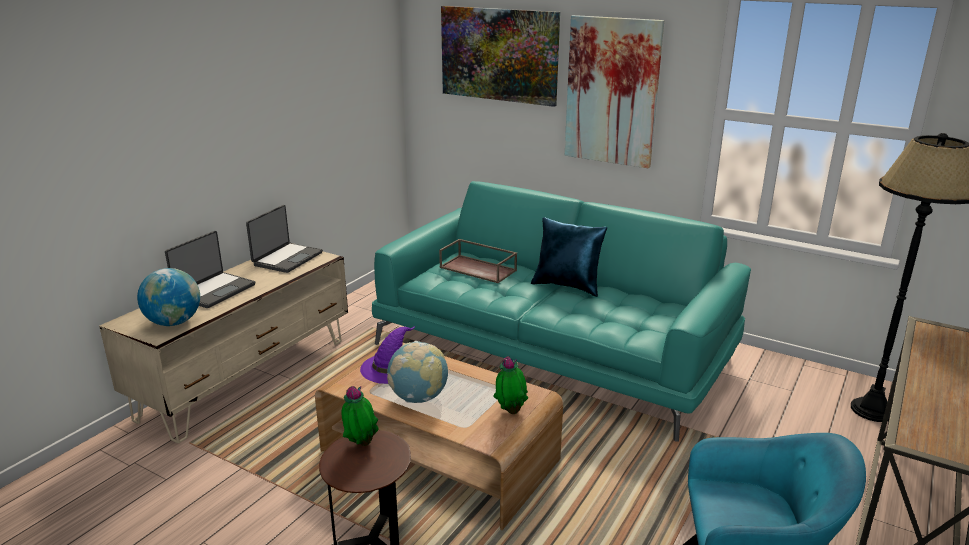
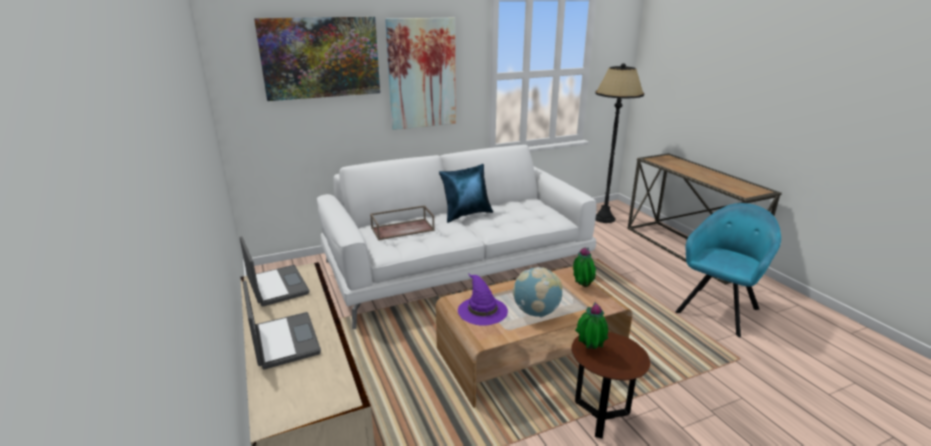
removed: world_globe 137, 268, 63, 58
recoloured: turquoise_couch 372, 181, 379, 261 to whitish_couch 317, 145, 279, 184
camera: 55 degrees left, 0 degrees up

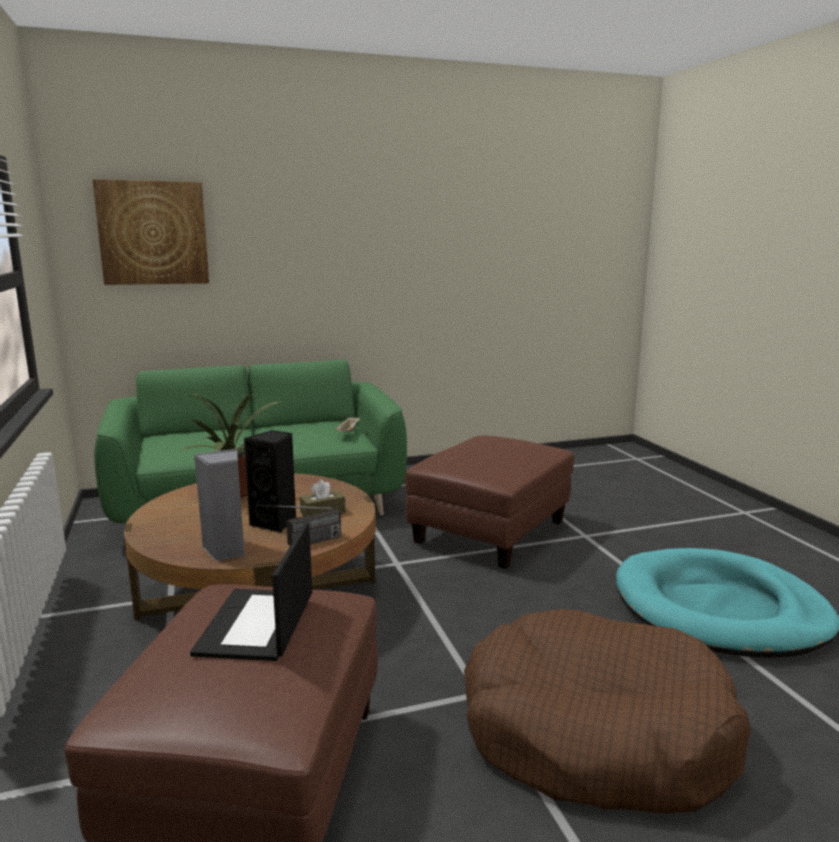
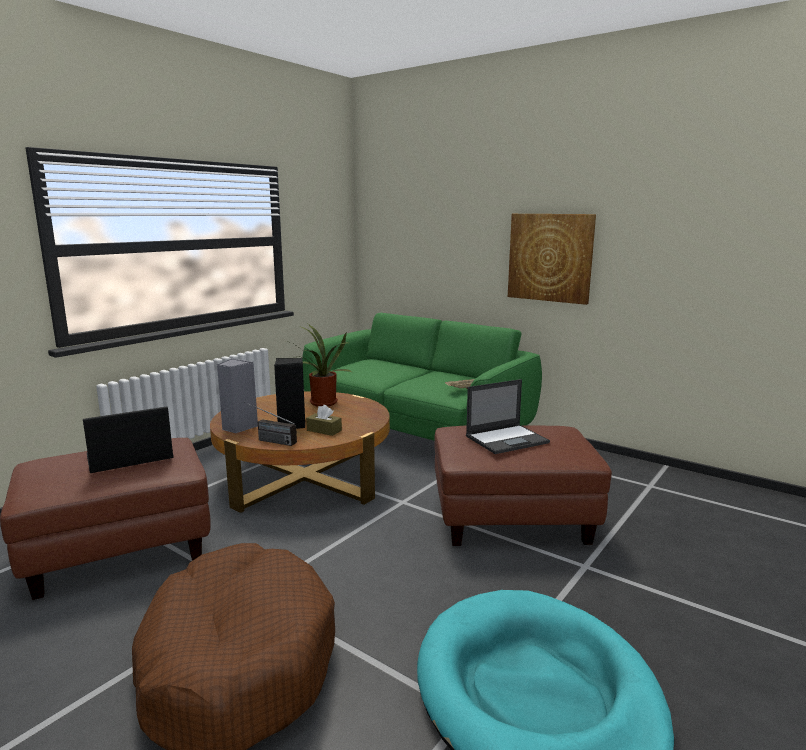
added: laptop 466, 379, 84, 75
moved: wall_art 93, 179, 116, 106 to 508, 214, 88, 91
camera: 55 degrees right, 0 degrees up

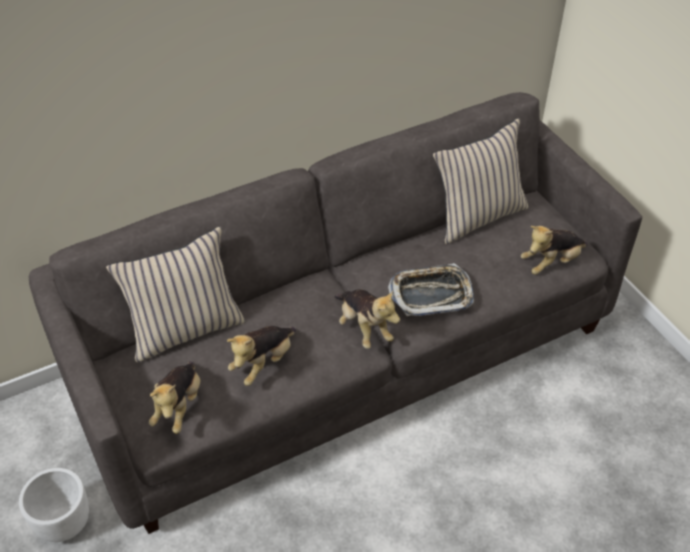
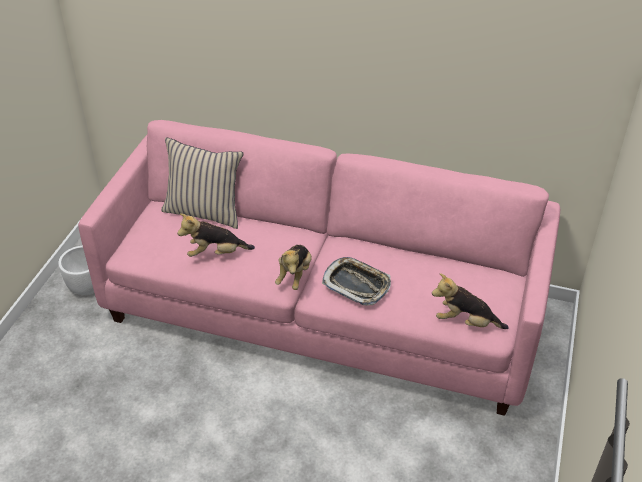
removed: sand-coloured_pillow 433, 118, 96, 126; soft_toy 149, 361, 51, 73
recoloured: gray_couch 29, 92, 613, 442 to pink_couch 78, 120, 482, 296
camera: 45 degrees right, 5 degrees down

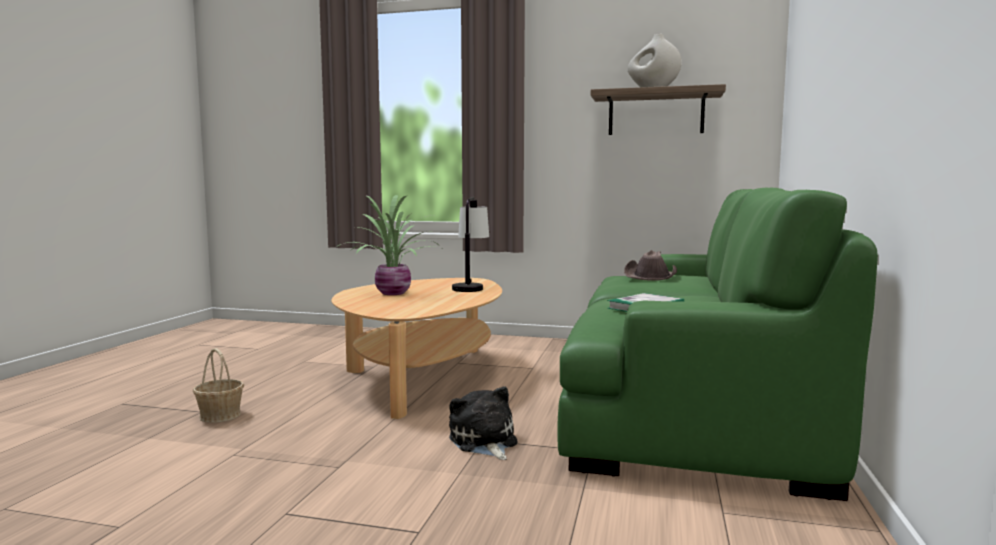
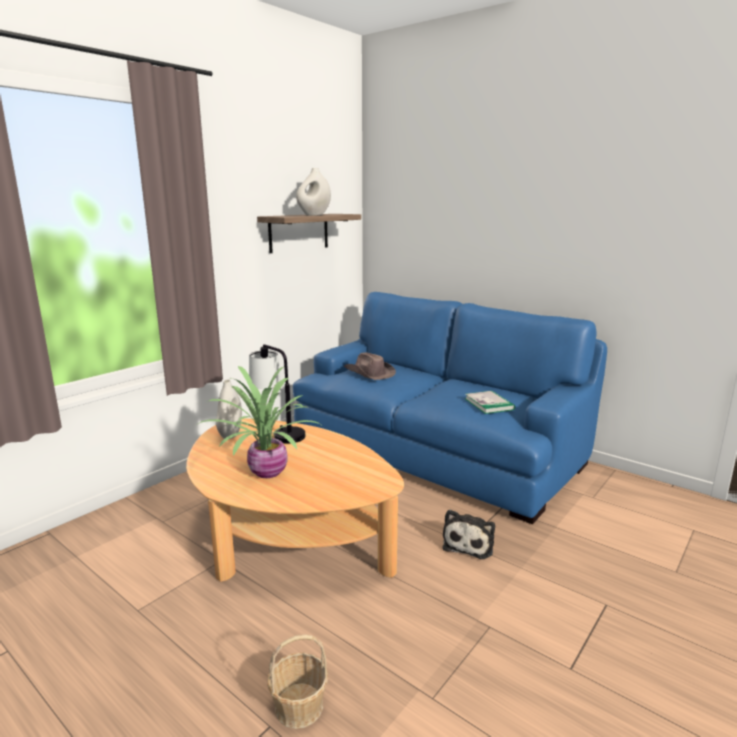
added: whitish_vase 216, 379, 26, 60
recoloured: green-coloured_couch 557, 188, 321, 313 to blue-coloured_couch 293, 292, 314, 232
turned: soft_toy 449, 386, 68, 74 = 442, 510, 53, 49 75 degrees counterclockwise
camera: 65 degrees left, 10 degrees up

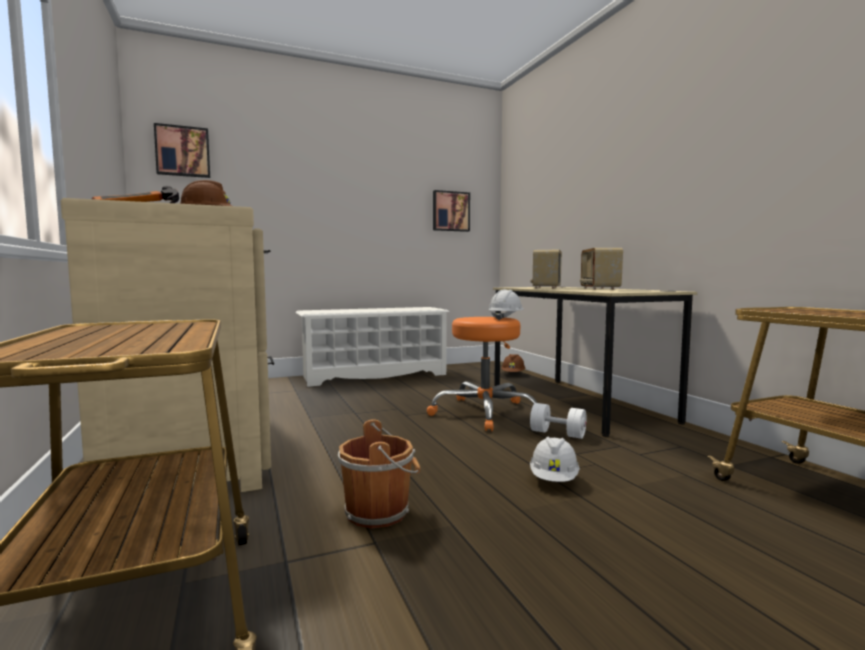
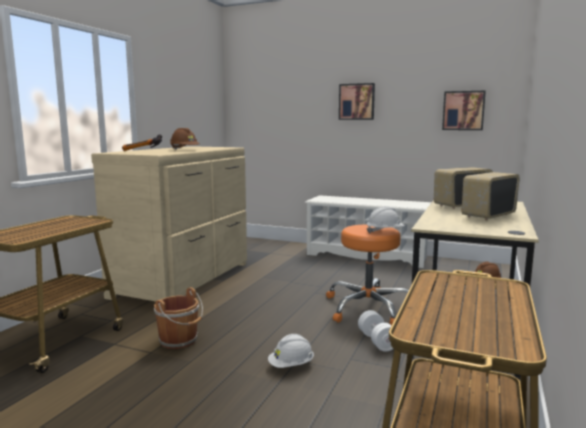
moved: wall_art 154, 123, 56, 55 to 339, 83, 36, 37
camera: 45 degrees right, 5 degrees up

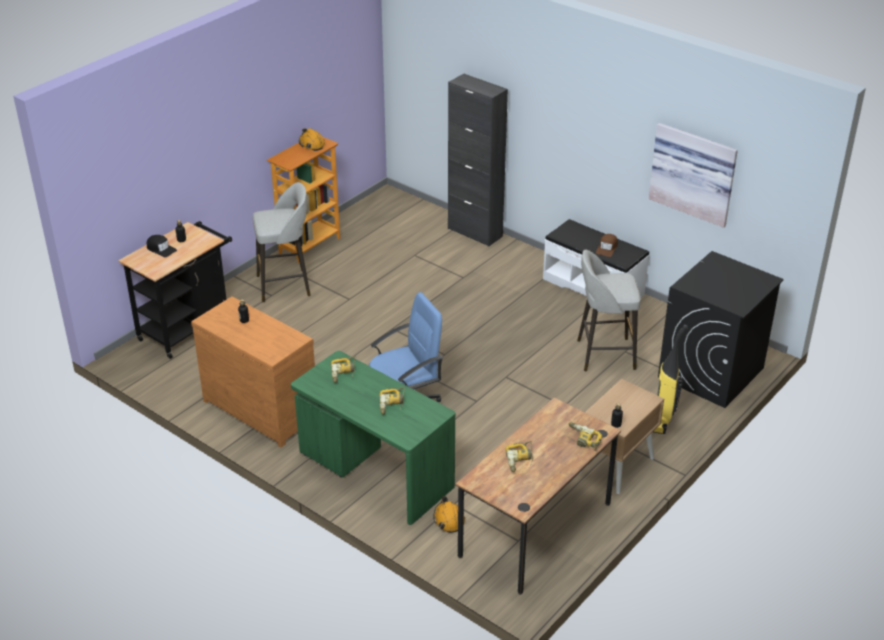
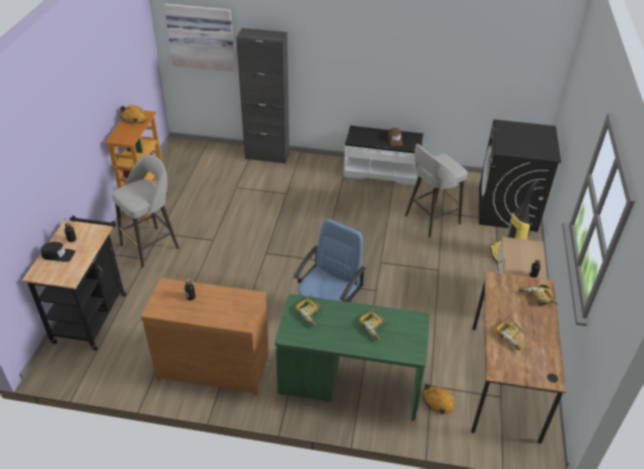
moved: wall_art 649, 123, 89, 105 to 164, 4, 71, 68
camera: 30 degrees left, 5 degrees up

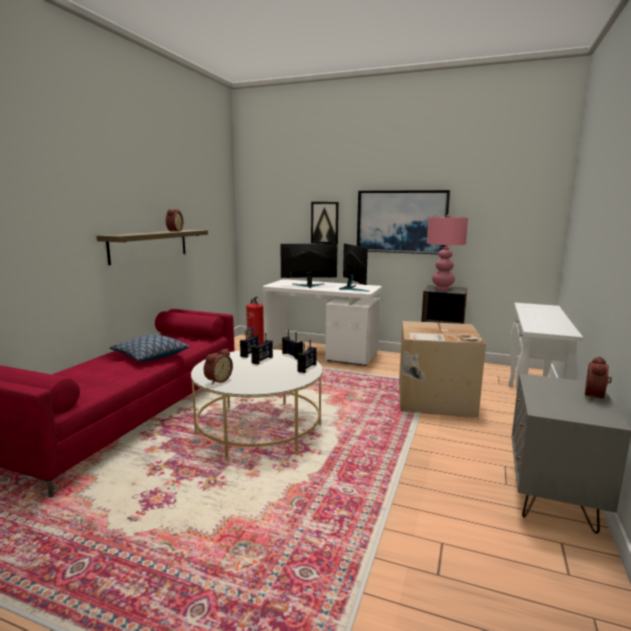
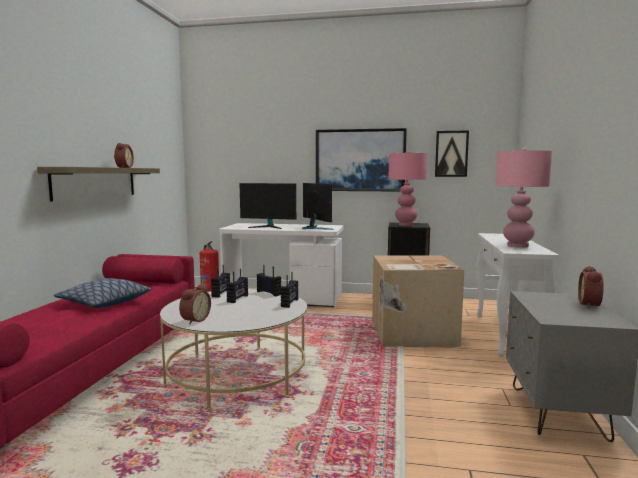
added: pink_tabletop_lamp 495, 148, 57, 100
moved: wall_art 311, 202, 28, 42 to 435, 130, 34, 47
turned: computer_screen 280, 244, 58, 44 = 240, 183, 56, 46 150 degrees counterclockwise
camera: 10 degrees left, 5 degrees down

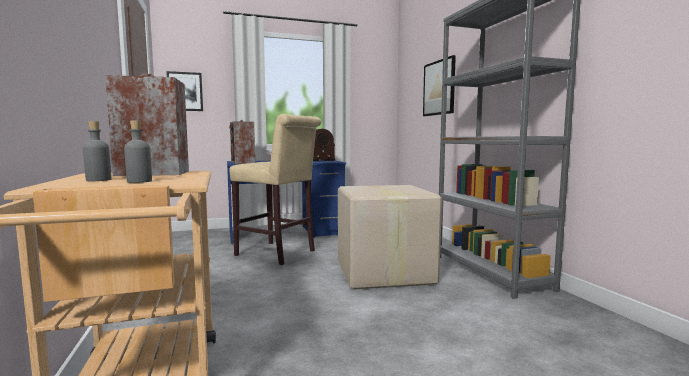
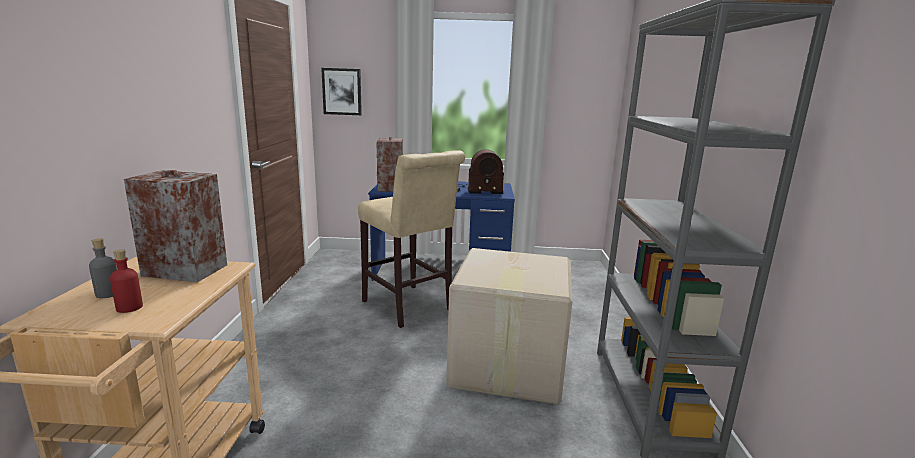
removed: wall_art 423, 55, 33, 61
recoloured: gray_bottle 124, 121, 28, 62 to red_bottle 110, 249, 33, 64
camera: 20 degrees right, 10 degrees up

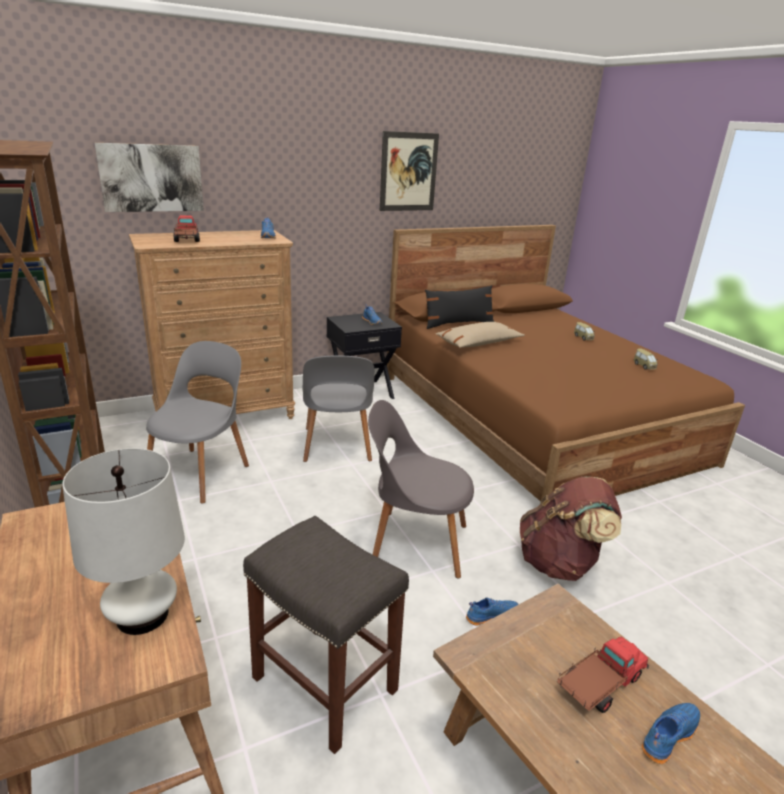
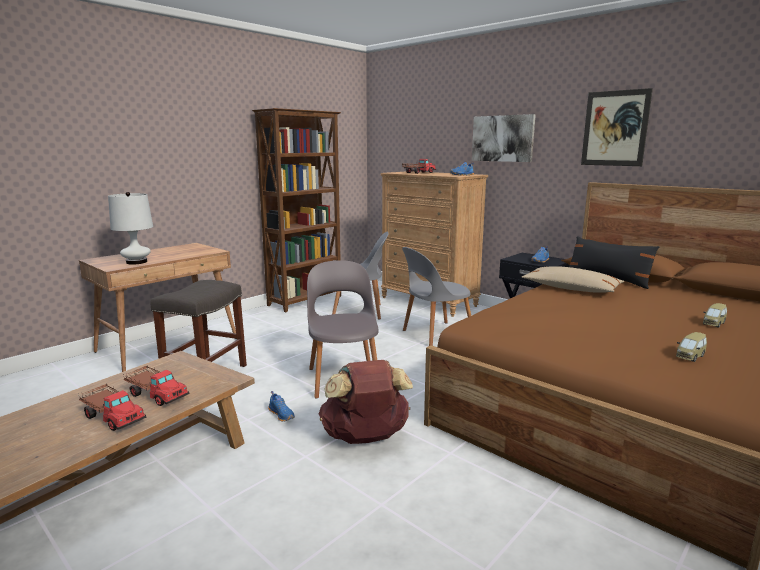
moved: wall_art 95, 143, 109, 69 to 472, 114, 64, 48
replaced: blue-coloured_low_shoe 642, 703, 58, 61 to toy_truck 79, 384, 68, 47
camera: 70 degrees right, 10 degrees down

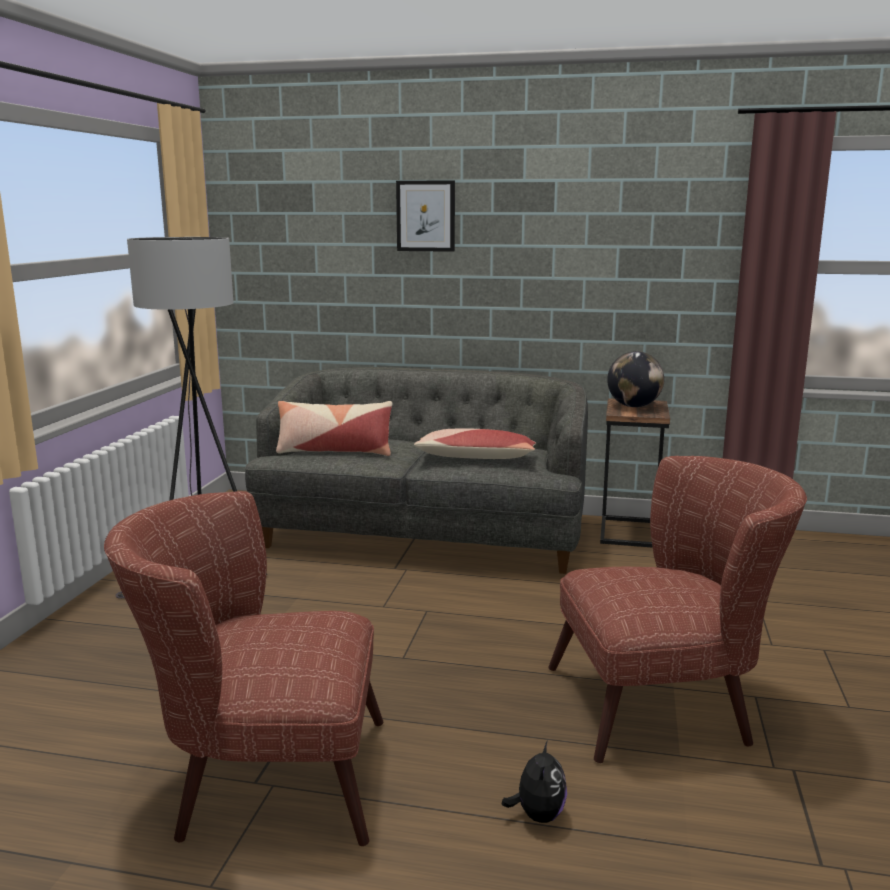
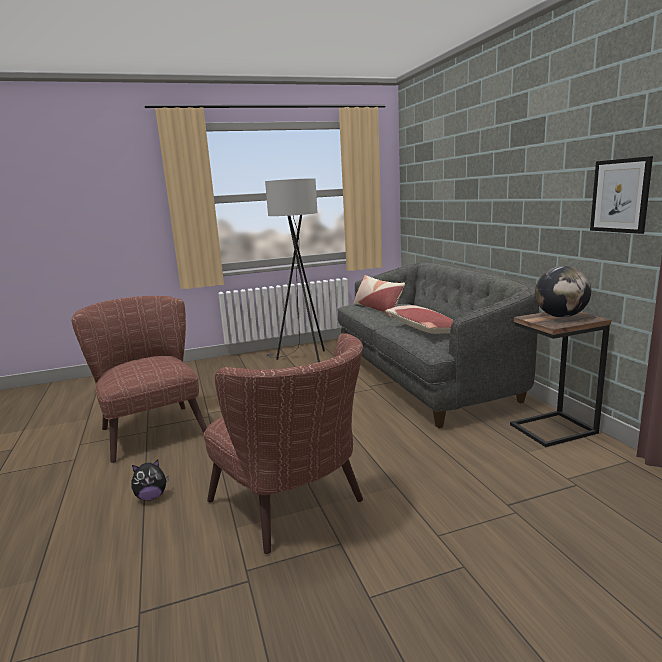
moved: wall_art 396, 180, 59, 72 to 590, 156, 63, 78
camera: 60 degrees right, 0 degrees up

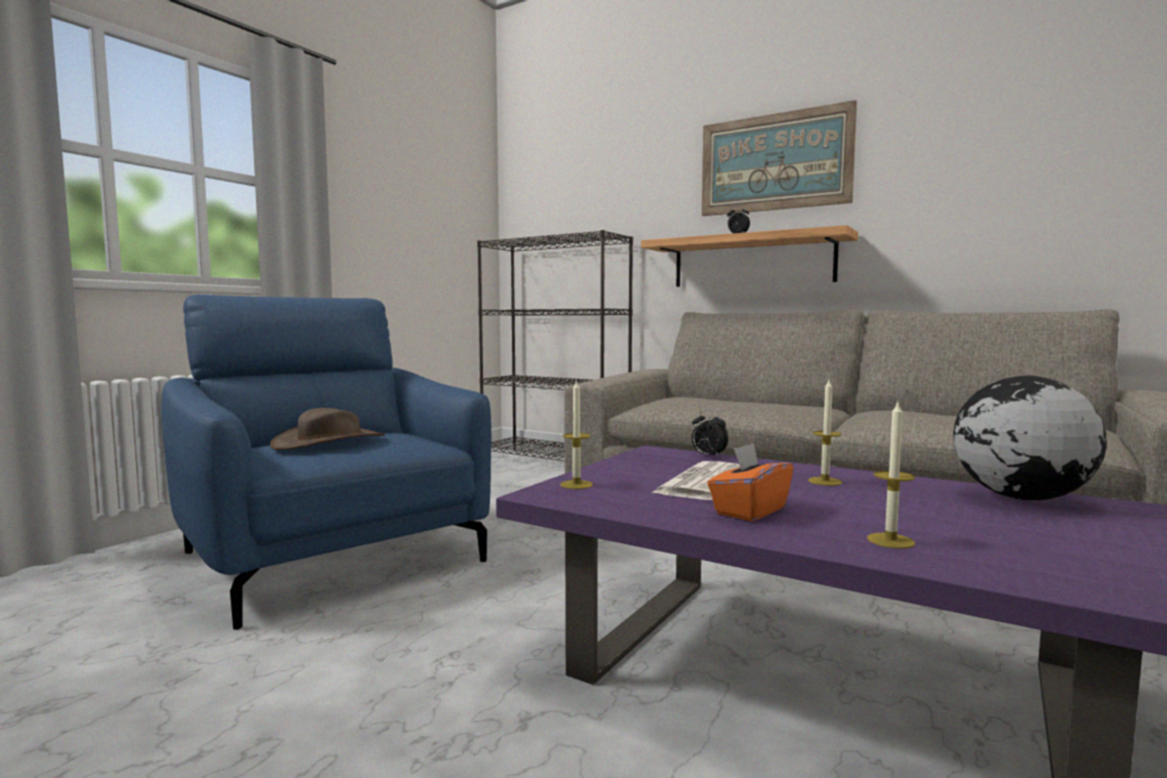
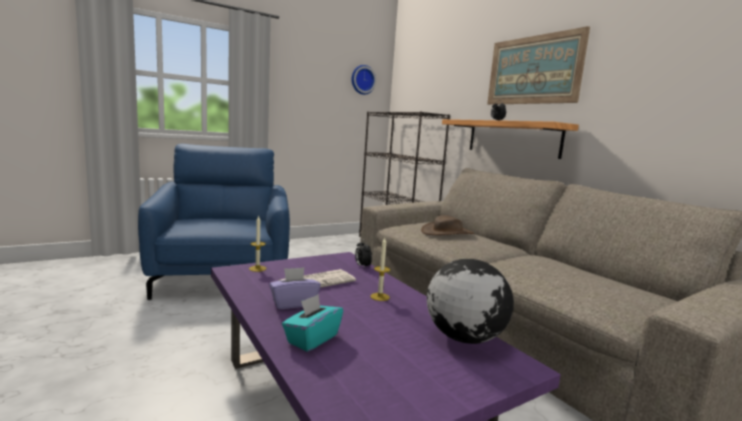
added: clock_on_the_wall 352, 65, 24, 30
moved: brownish_hat 270, 408, 115, 42 to 421, 215, 53, 20
replaced: wax_candle 867, 402, 48, 147 to turquoise_tissue_box 282, 294, 61, 58
recoloured: orange_tissue_box 707, 443, 86, 78 to purplish_tissue_box 269, 267, 52, 42
camera: 25 degrees right, 5 degrees up

